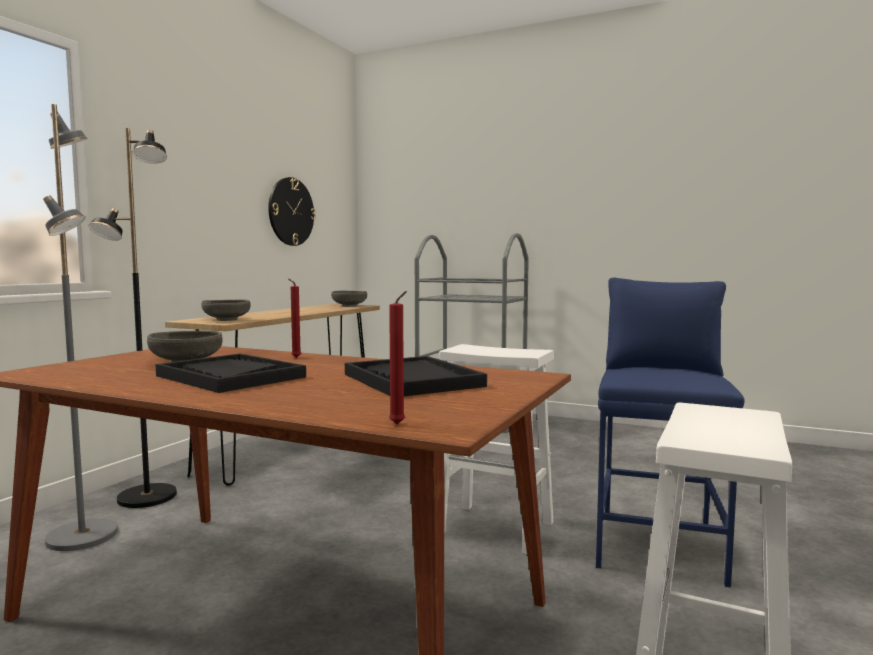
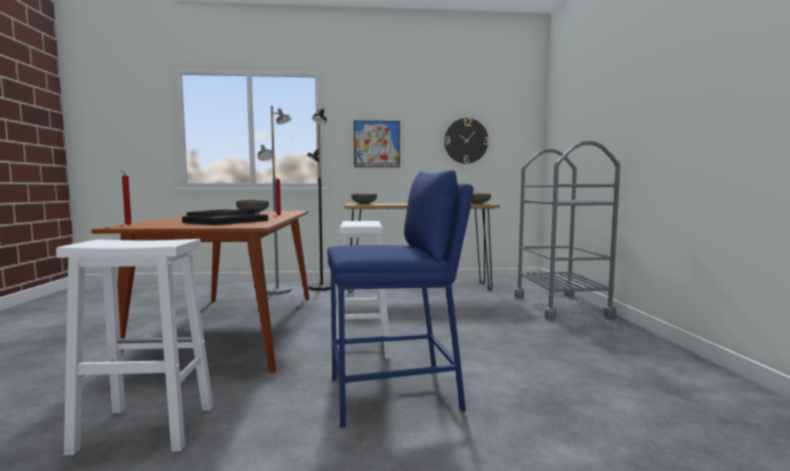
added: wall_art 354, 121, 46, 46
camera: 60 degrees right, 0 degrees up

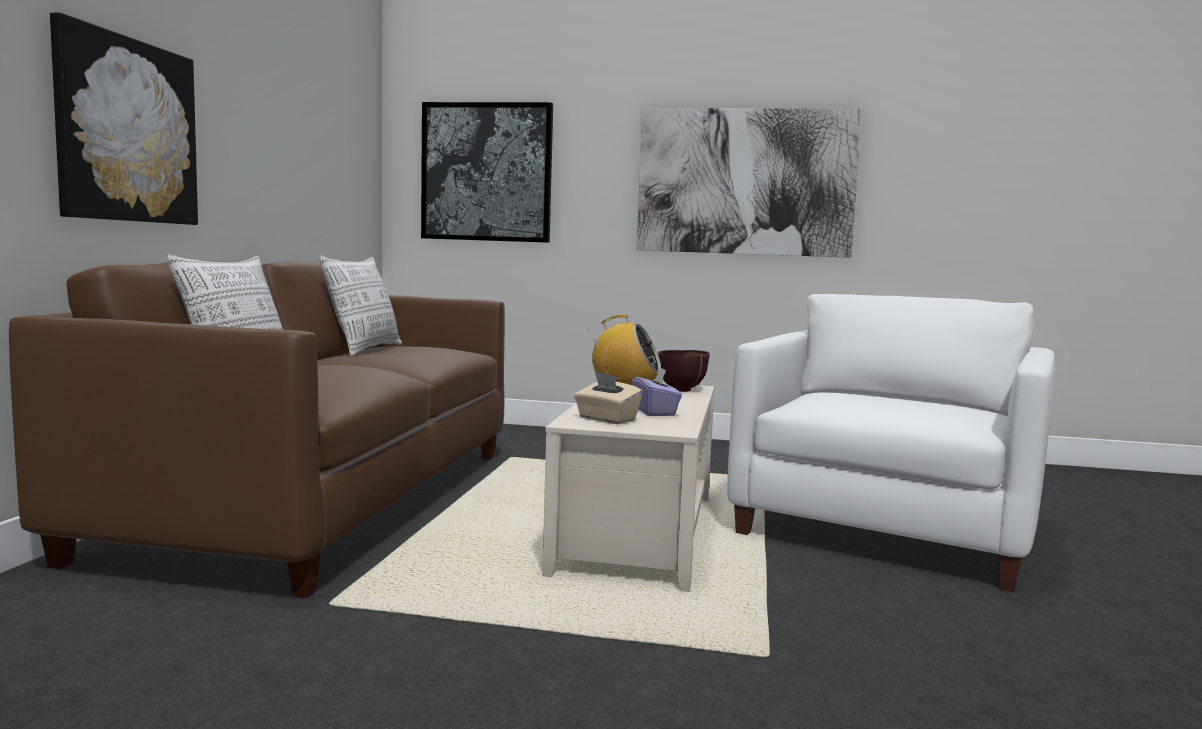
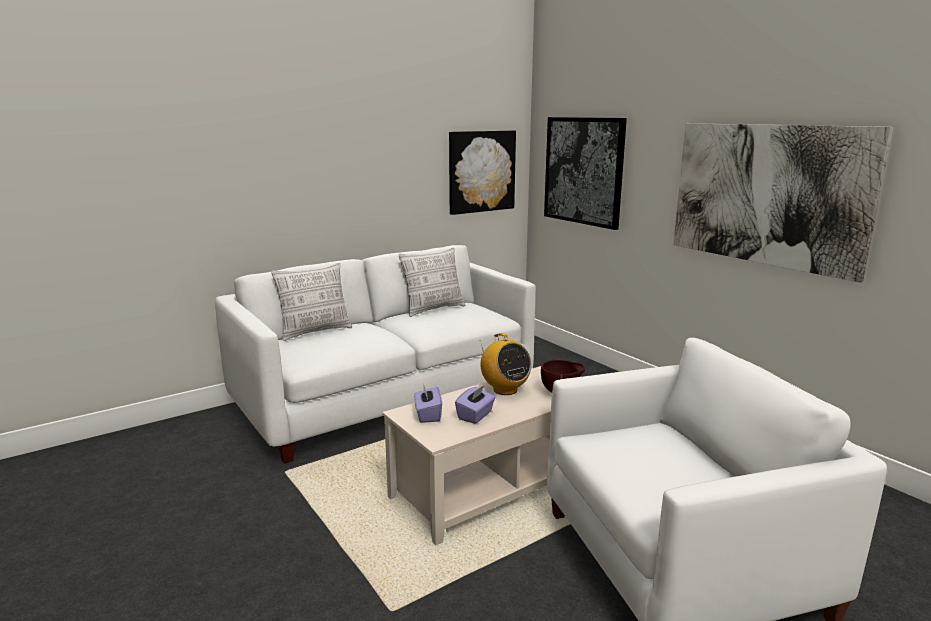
moved: wall_art 50, 12, 148, 213 to 449, 130, 67, 85
recoloured: brownish_couch 9, 261, 496, 337 to whitish_couch 215, 245, 321, 219; sand-coloured_tissue_box 574, 372, 69, 52 to purplish_tissue_box 414, 383, 28, 40
camera: 45 degrees right, 10 degrees up

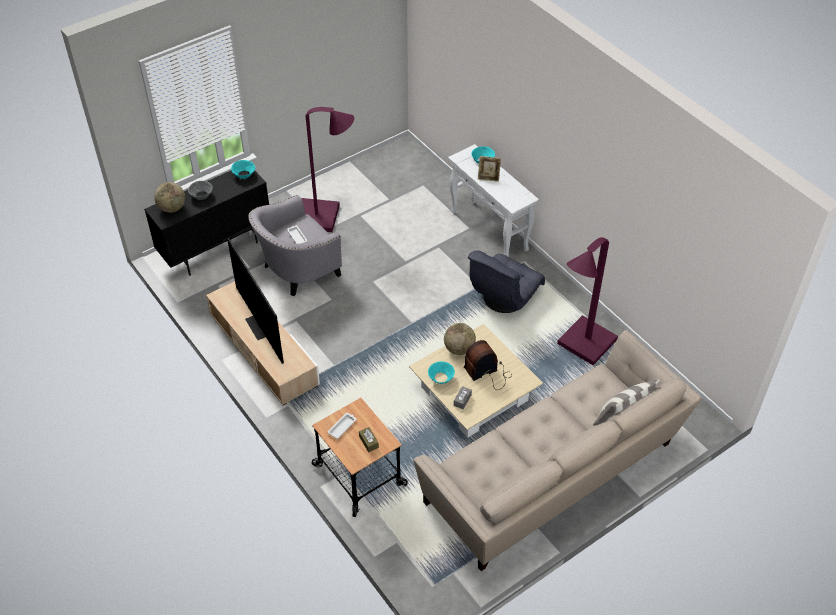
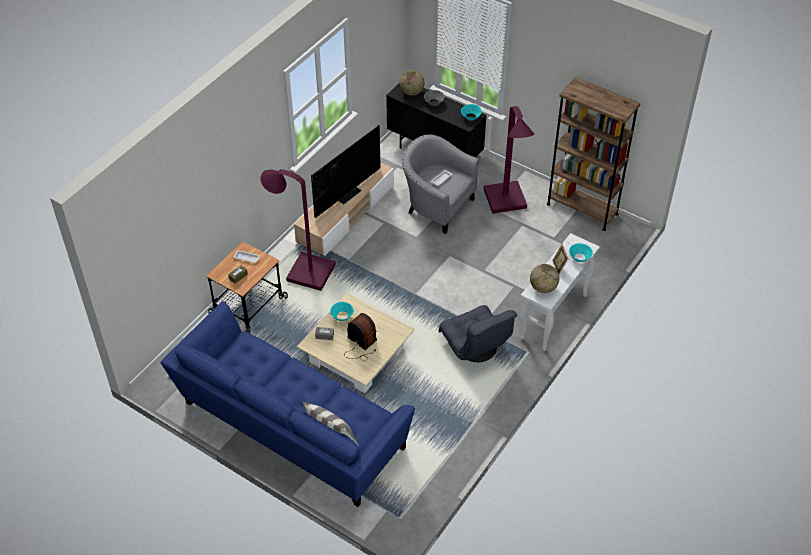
added: brownish_bookshelf 547, 77, 94, 154
moved: purplish_floor_lamp 557, 237, 61, 128 to 260, 169, 76, 122; world_globe 444, 323, 32, 32 to 530, 264, 29, 29
recoloured: sand-coloured_couch 413, 330, 289, 241 to blue-coloured_couch 160, 301, 255, 206
turned: gray_lounge_chair 468, 251, 77, 62 = 438, 305, 79, 57 135 degrees counterclockwise
camera: 70 degrees right, 0 degrees up

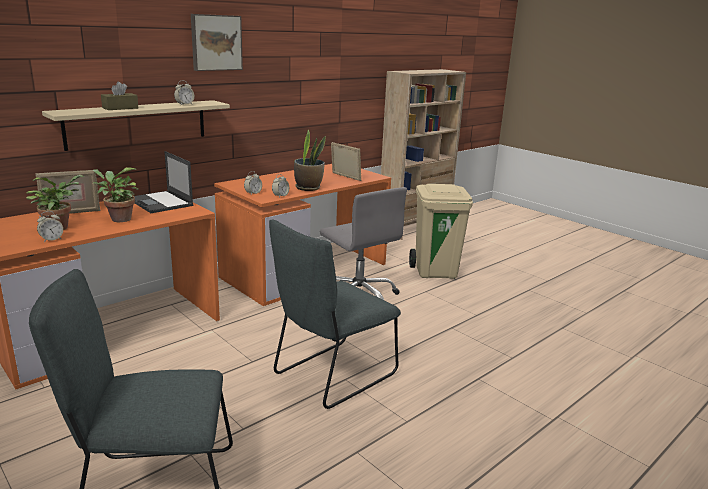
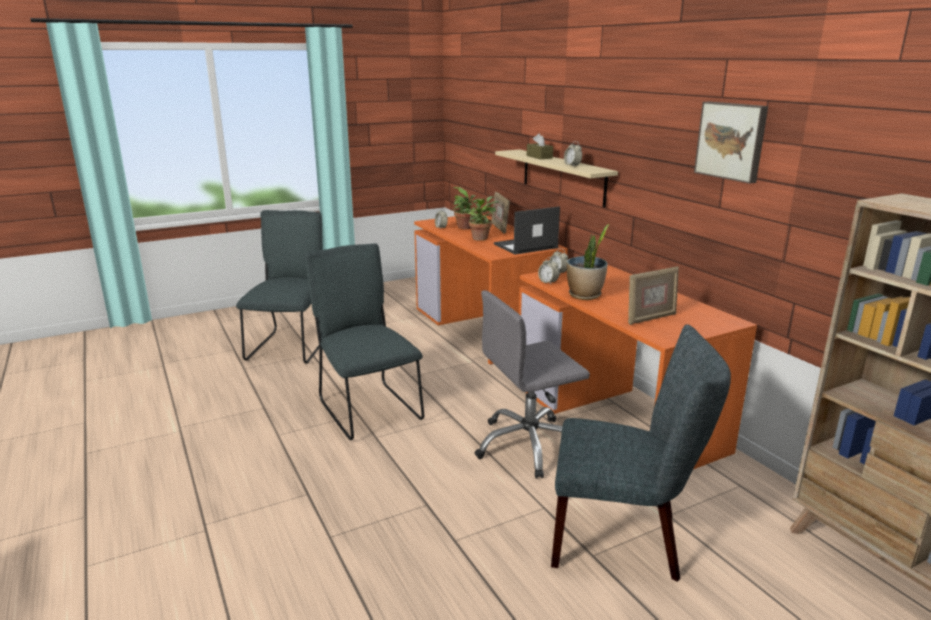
moved: wall_art 191, 14, 52, 57 to 694, 102, 74, 82
replaced: sand-coloured_trash_can 409, 184, 64, 95 to gray_upright_chair 551, 324, 180, 258
camera: 105 degrees right, 0 degrees up

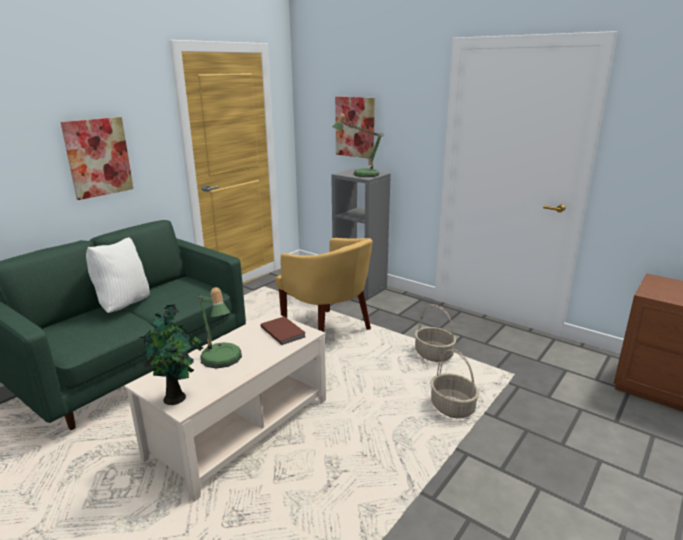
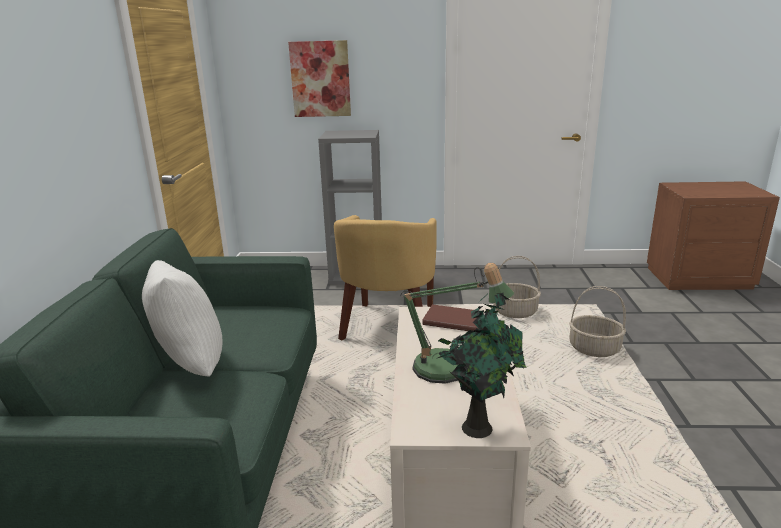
removed: tabletop_lamp 332, 113, 52, 64; wall_art 60, 117, 74, 83
turned: yellowish_lounge_chair 275, 238, 97, 94 = 334, 215, 103, 125 90 degrees clockwise
camera: 35 degrees left, 0 degrees up

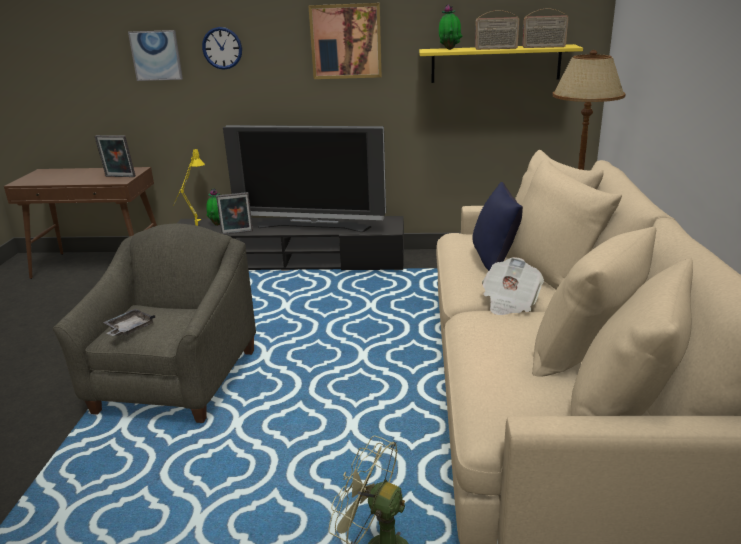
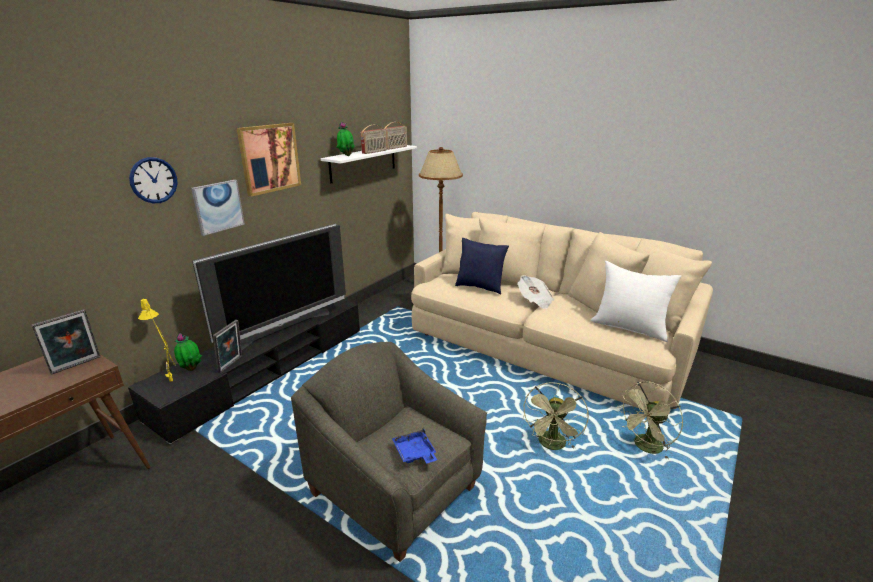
added: whitish_pillow 591, 261, 91, 81; green-coloured_cooling_fan 522, 382, 67, 68
moved: wall_art 128, 30, 55, 51 to 191, 180, 54, 56
recoloured: yellowish_wall_shelf 419, 44, 164, 39 to whitish_wall_shelf 321, 145, 96, 38; gray_carrying_tray 103, 309, 52, 27 to blue-coloured_carrying_tray 392, 428, 45, 35
camera: 60 degrees left, 0 degrees up

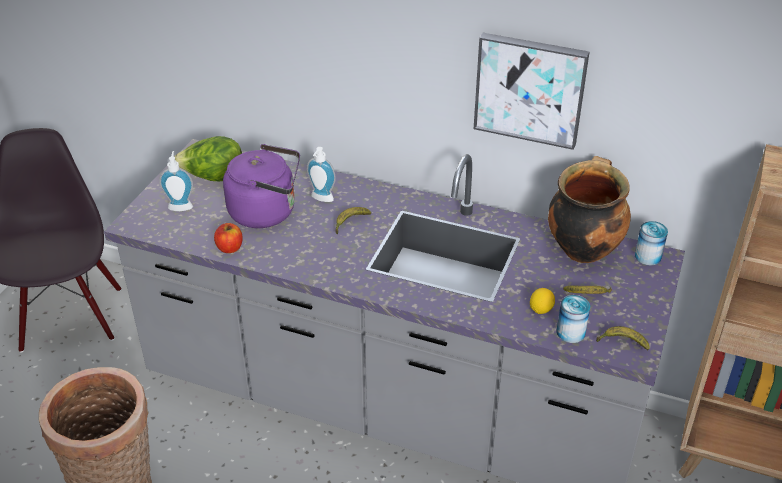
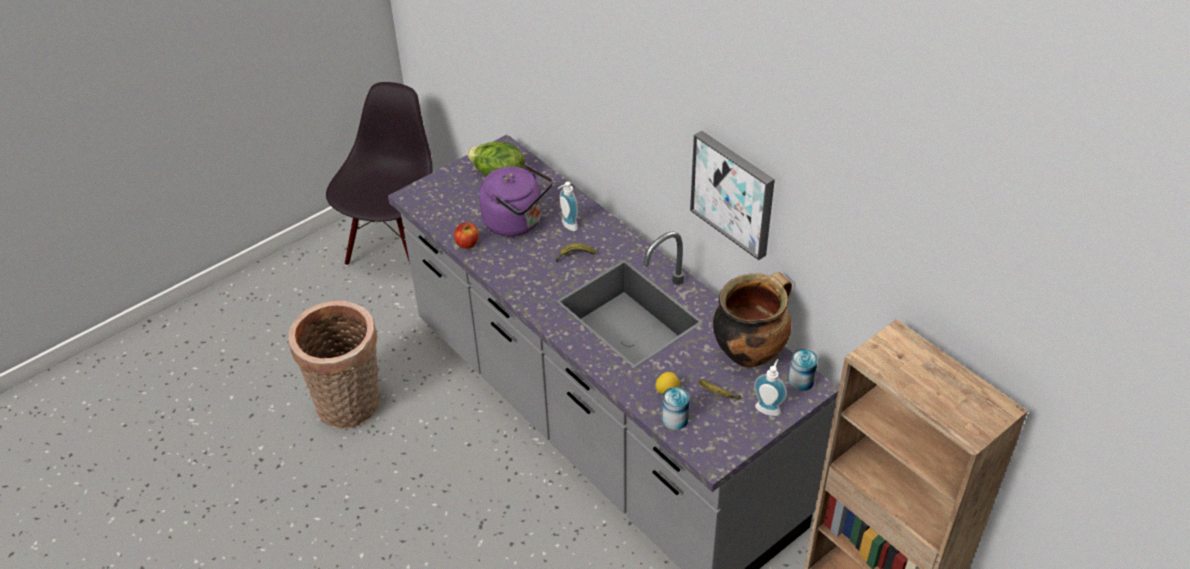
removed: banana 596, 326, 54, 24
moved: soap_bottle 159, 151, 34, 60 to 754, 359, 33, 57
camera: 30 degrees right, 5 degrees up

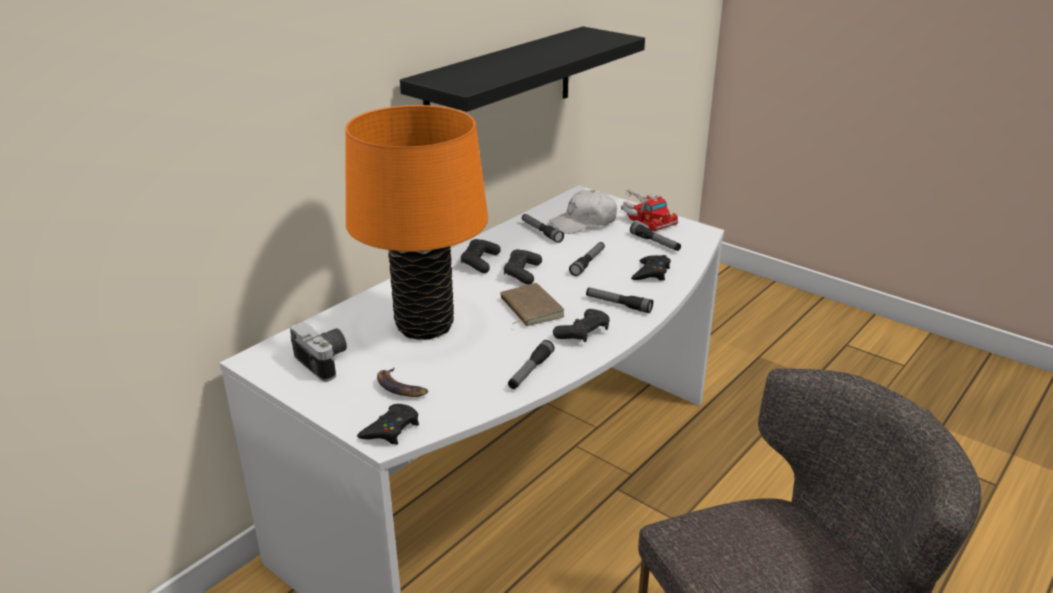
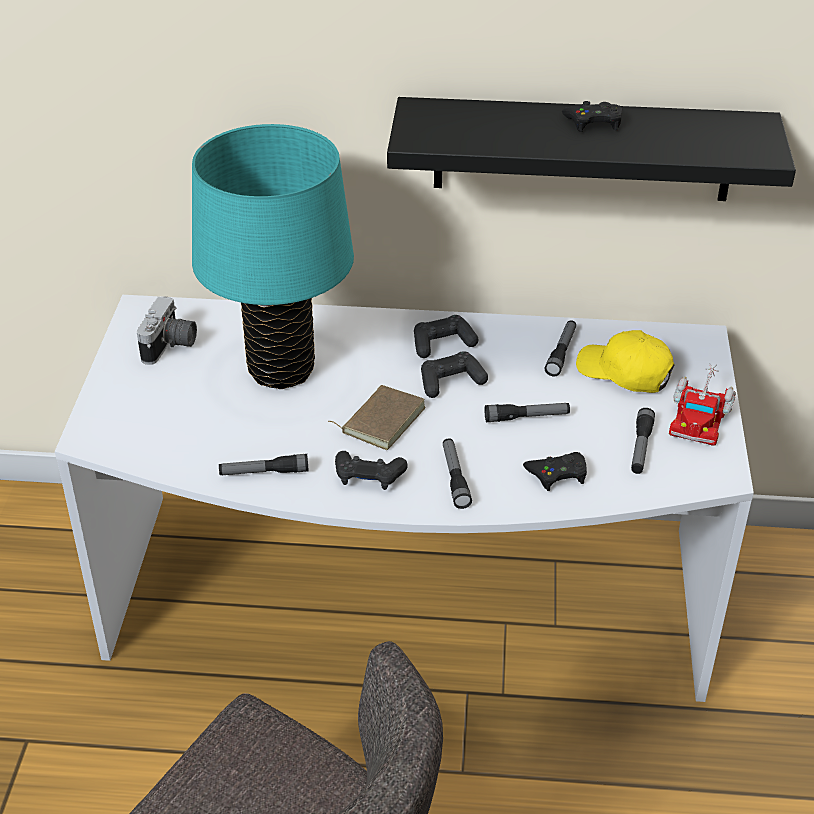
removed: banana 377, 367, 51, 30
moved: black_game_controller 357, 404, 62, 41 to 562, 101, 61, 31
recoloured: orange_tabletop_lamp 345, 105, 143, 235 to turquoise_tabletop_lamp 192, 124, 162, 265; whitish_cap 549, 190, 68, 44 to yellowish_cap 576, 330, 99, 63
camera: 55 degrees right, 10 degrees up

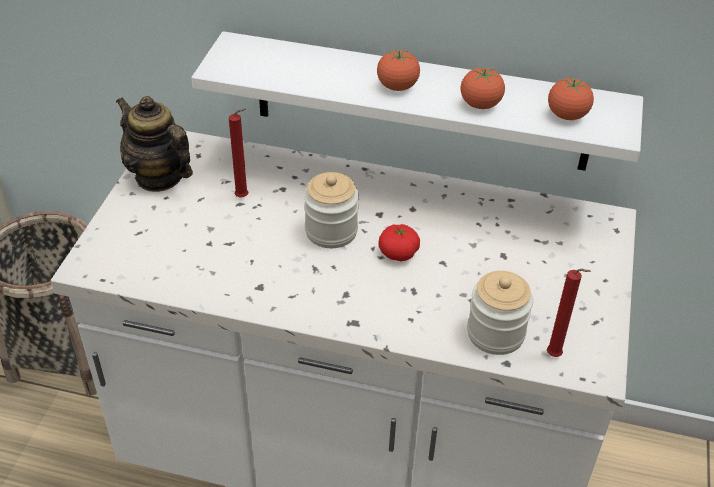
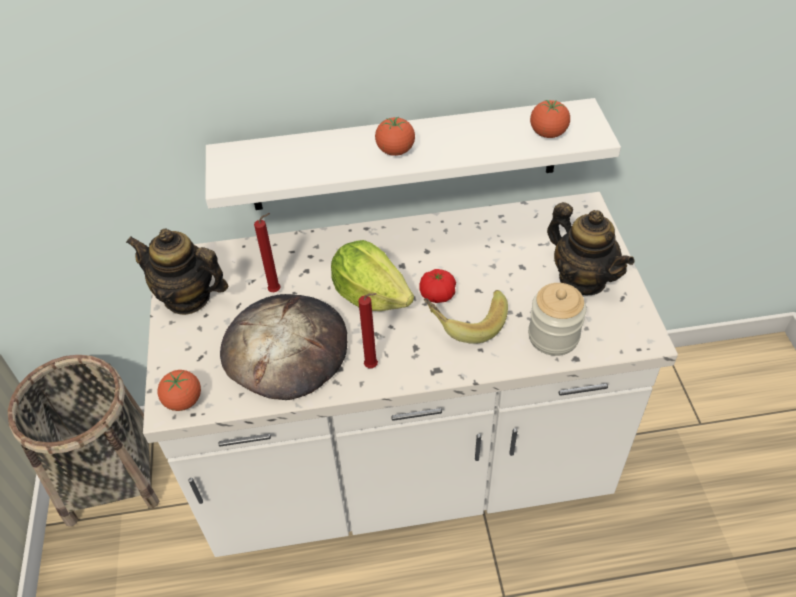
added: pot_for_tea 547, 202, 88, 93; banana 424, 290, 84, 54; bread 220, 294, 127, 106
moved: tomato 461, 67, 44, 42 to 157, 370, 44, 41; red_wax_candle 547, 269, 44, 88 to 359, 293, 19, 75
replaced: jar 304, 172, 55, 76 to head_of_lettuce 331, 240, 83, 71
camera: 20 degrees left, 5 degrees up

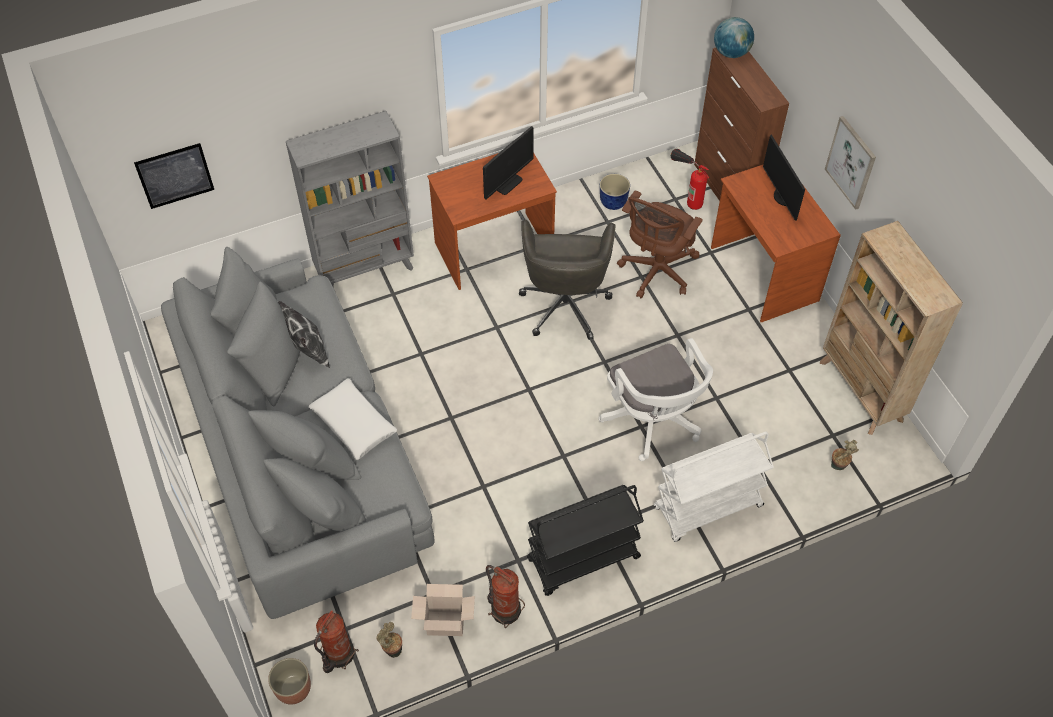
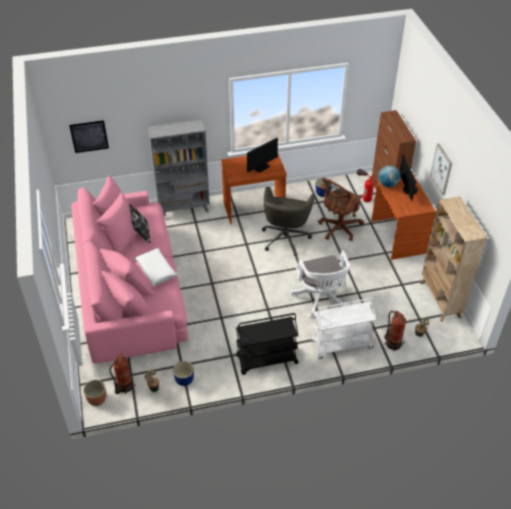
moved: world_globe 714, 17, 40, 41 to 378, 165, 22, 22; fire-fighting_cylinder 486, 565, 39, 63 to 384, 311, 22, 41
replaced: cardboard_box 411, 584, 64, 52 to planter 173, 361, 21, 25
recoloured: gray_couch 161, 247, 273, 372 to pink_couch 71, 176, 117, 188
camera: 10 degrees right, 10 degrees down

